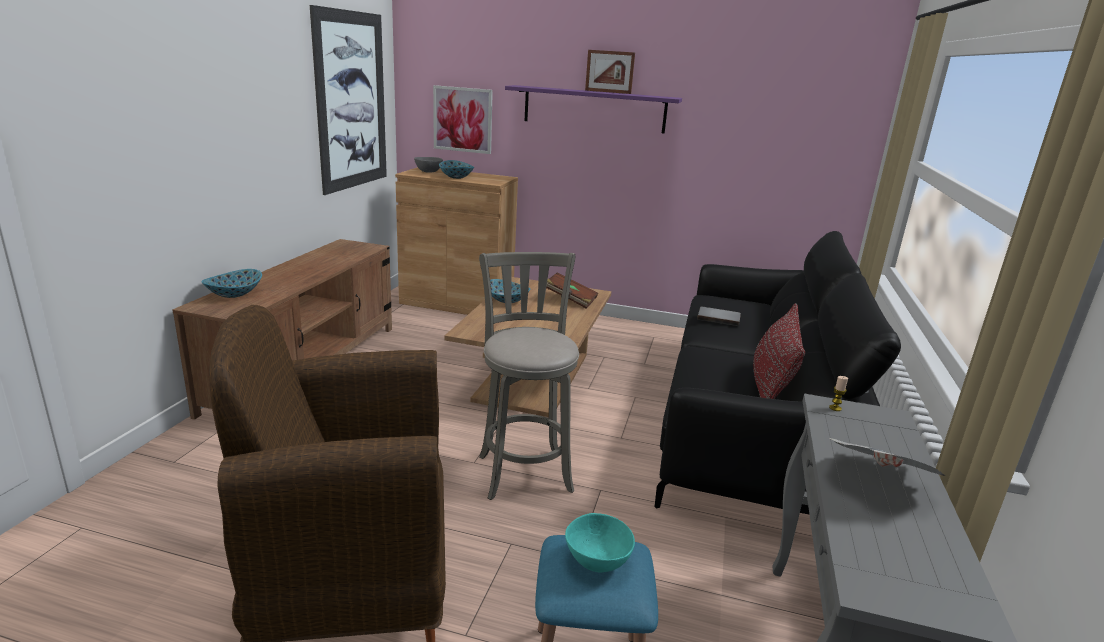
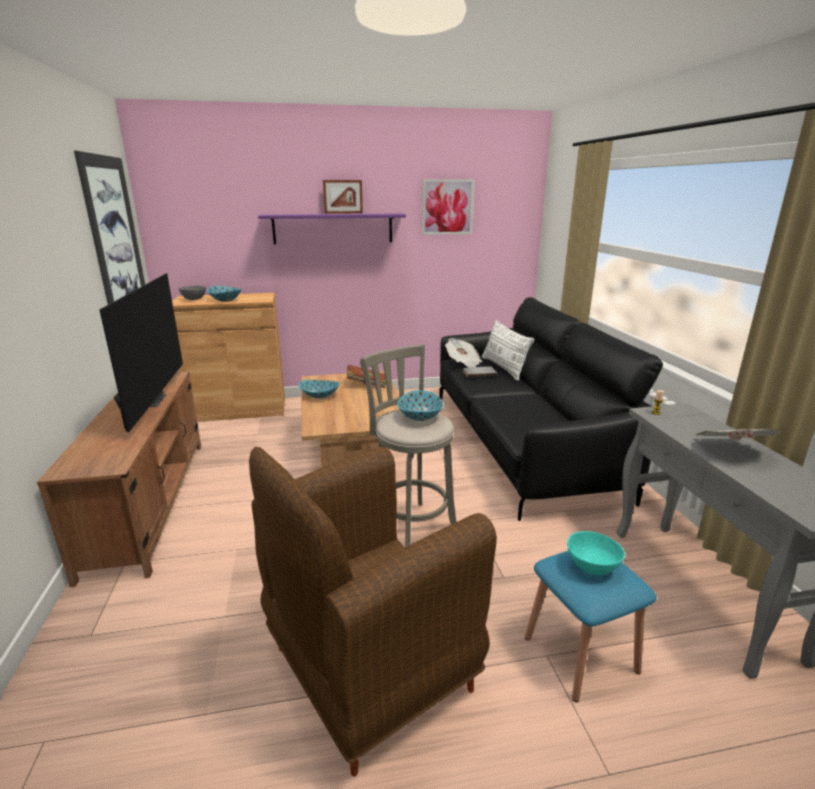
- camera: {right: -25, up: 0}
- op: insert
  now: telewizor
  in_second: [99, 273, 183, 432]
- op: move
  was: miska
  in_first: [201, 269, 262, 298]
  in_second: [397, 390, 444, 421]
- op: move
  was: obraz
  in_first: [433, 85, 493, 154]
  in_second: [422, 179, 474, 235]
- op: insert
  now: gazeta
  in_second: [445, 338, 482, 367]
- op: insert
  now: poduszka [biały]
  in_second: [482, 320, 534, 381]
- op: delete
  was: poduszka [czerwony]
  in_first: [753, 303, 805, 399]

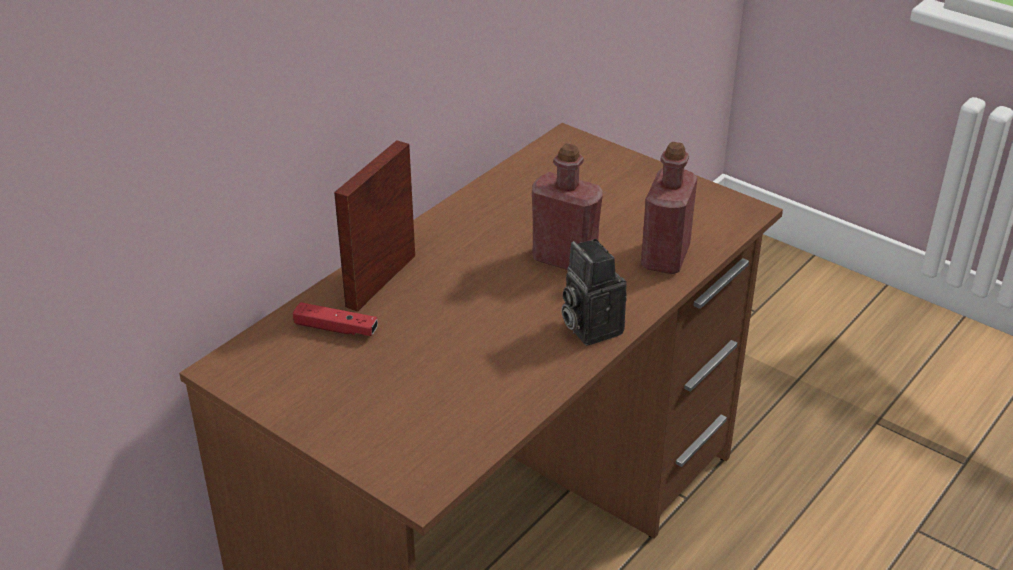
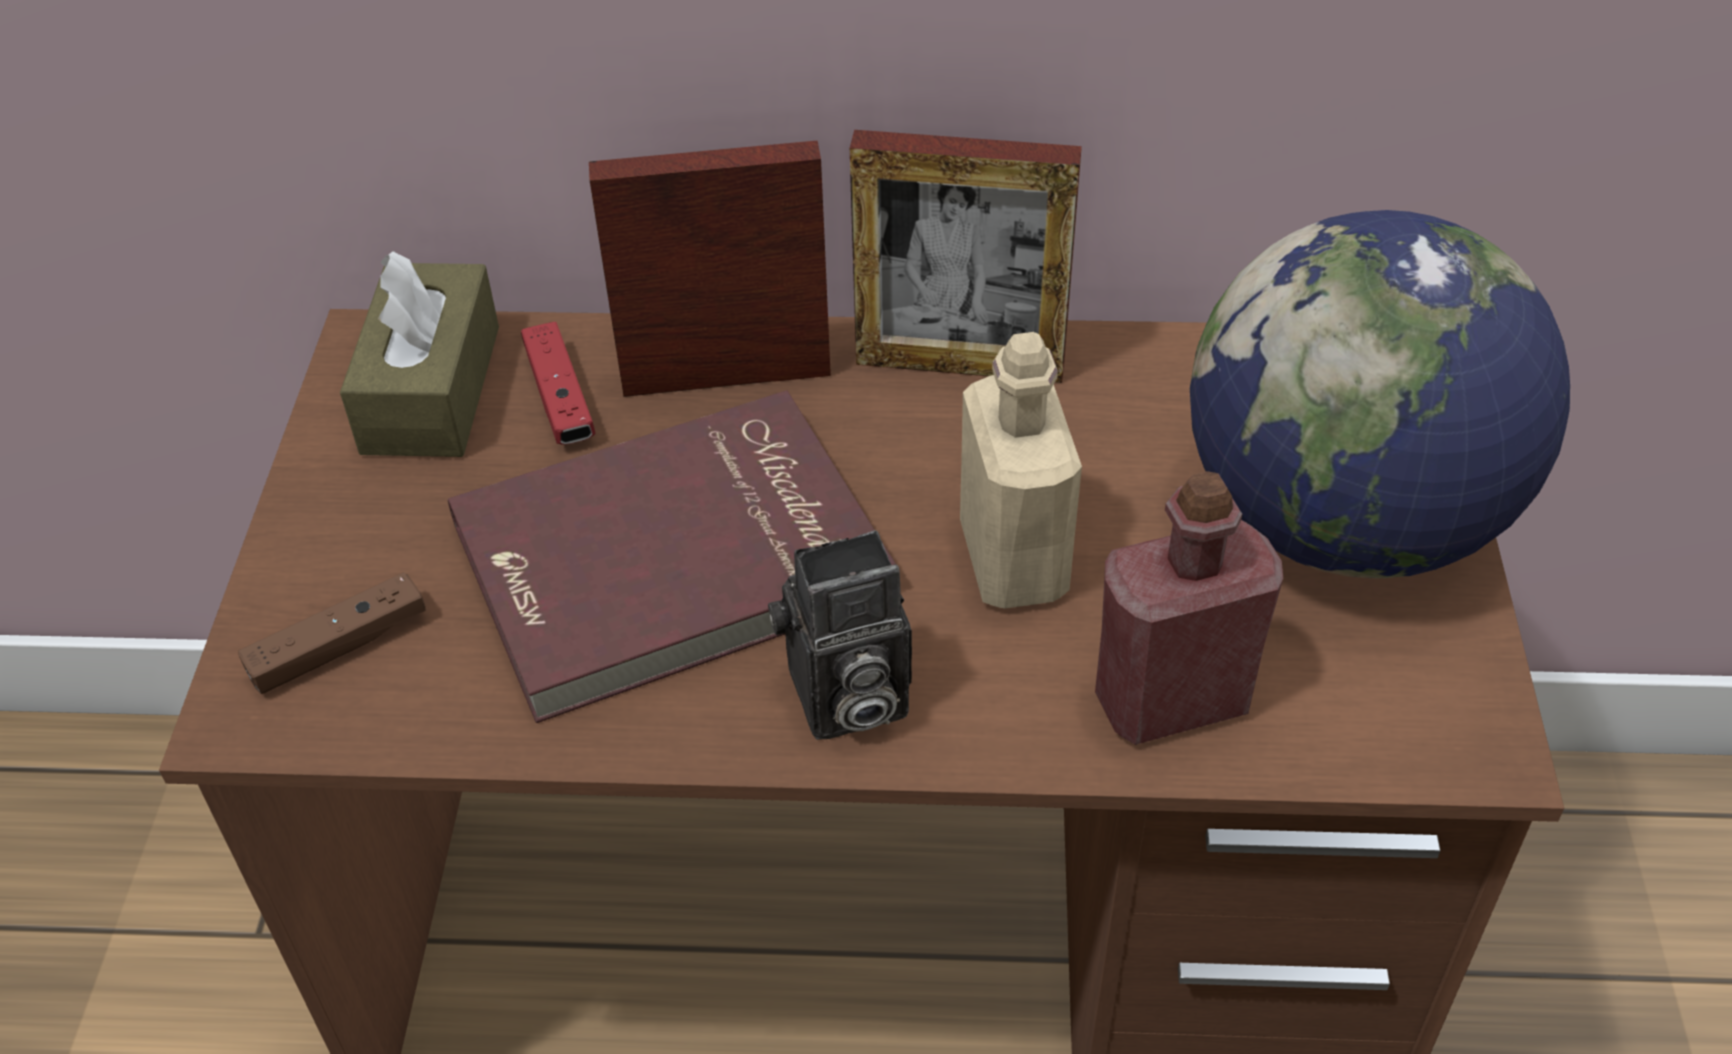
- camera: {right: 55, up: 10}
- op: insert
  now: pad do gier [brązowy]
  in_second: [238, 572, 426, 694]
- op: insert
  now: pudełko chusteczek [brązowy]
  in_second: [340, 251, 499, 457]
- op: insert
  now: książka [czerwony]
  in_second: [448, 390, 896, 723]
- op: rotate
  was: aparat fotograficzny
  in_first: [561, 239, 626, 346]
  in_second: [768, 530, 912, 740]
  clockwise: -135
- op: insert
  now: ramka na zdjęcie
  in_second: [850, 130, 1082, 383]
- op: recolor
  was: butelka [czerwony]
  now: butelka [beżowy]
  in_first: [532, 143, 603, 270]
  in_second: [960, 332, 1082, 609]
- op: insert
  now: globus
  in_second: [1190, 210, 1570, 578]

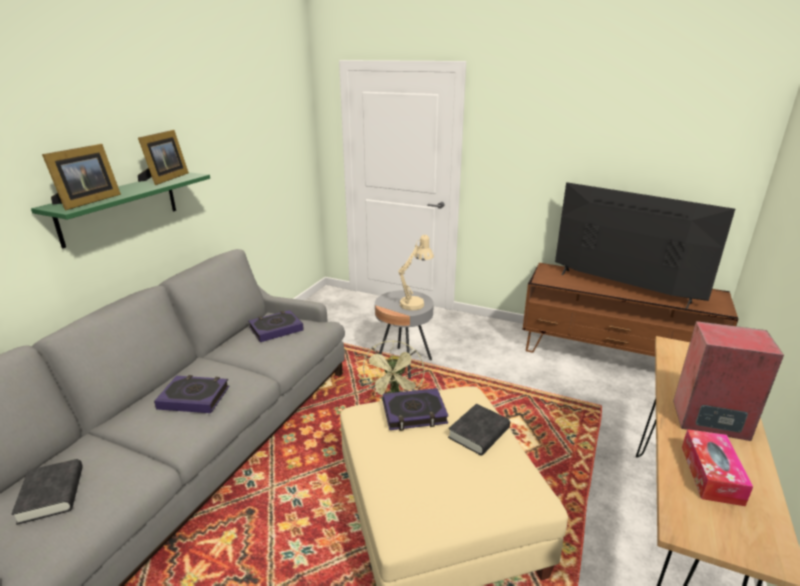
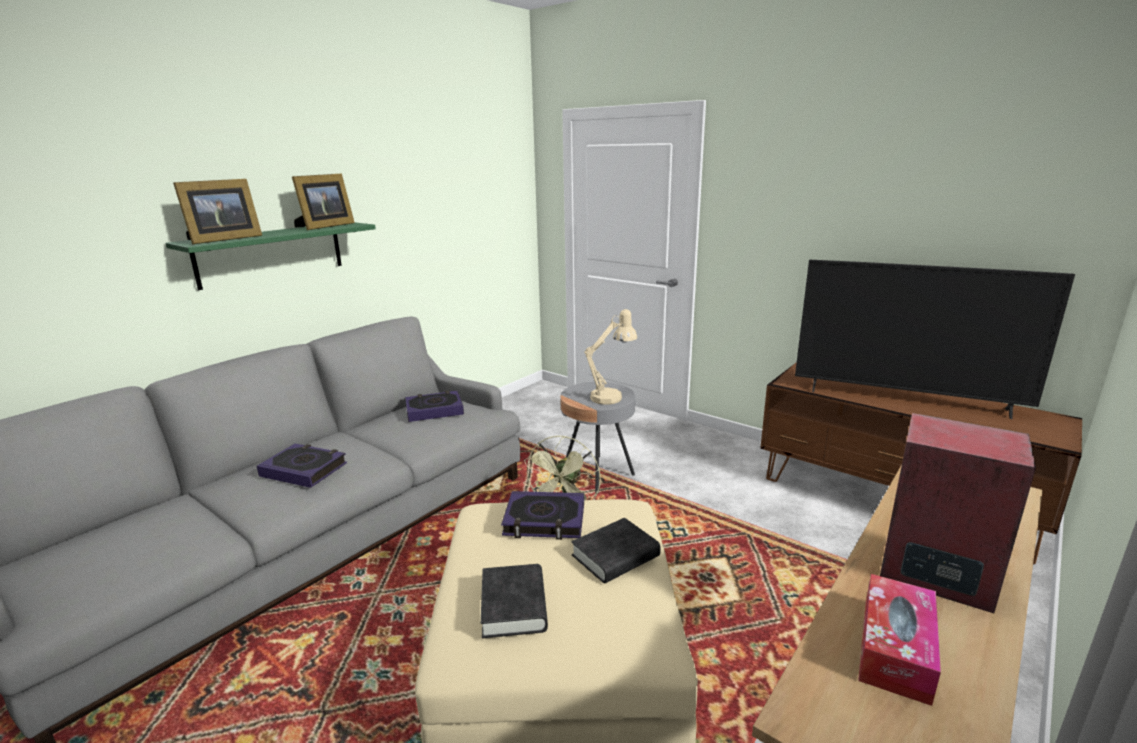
- camera: {right: 15, up: -5}
- op: move
  was: książka [czarny]
  in_first: [11, 459, 83, 525]
  in_second: [481, 564, 548, 638]
- op: rotate
  was: telewizor
  in_first: [555, 182, 735, 309]
  in_second: [795, 260, 1075, 419]
  clockwise: 150

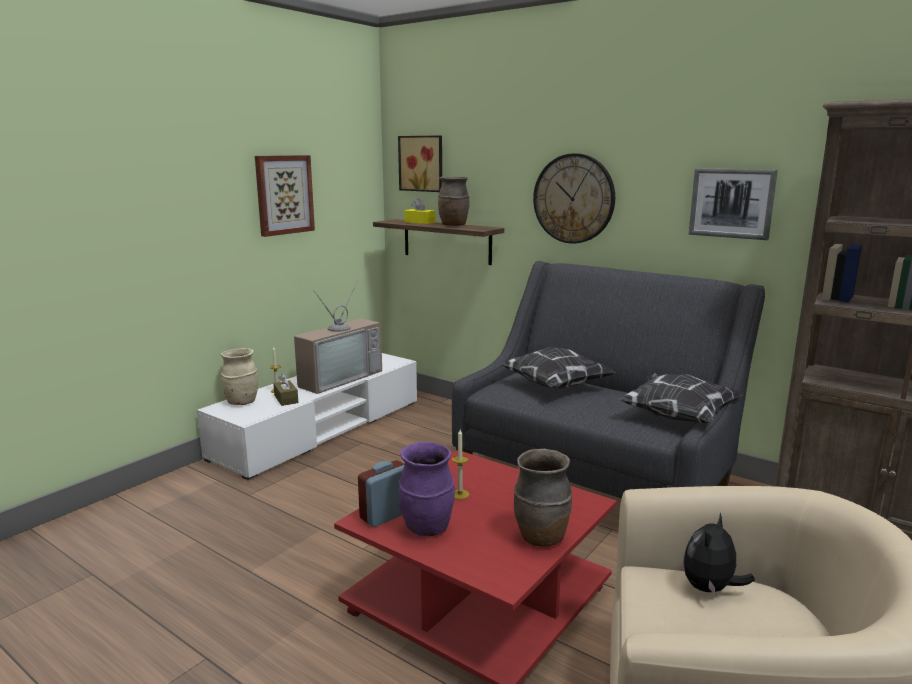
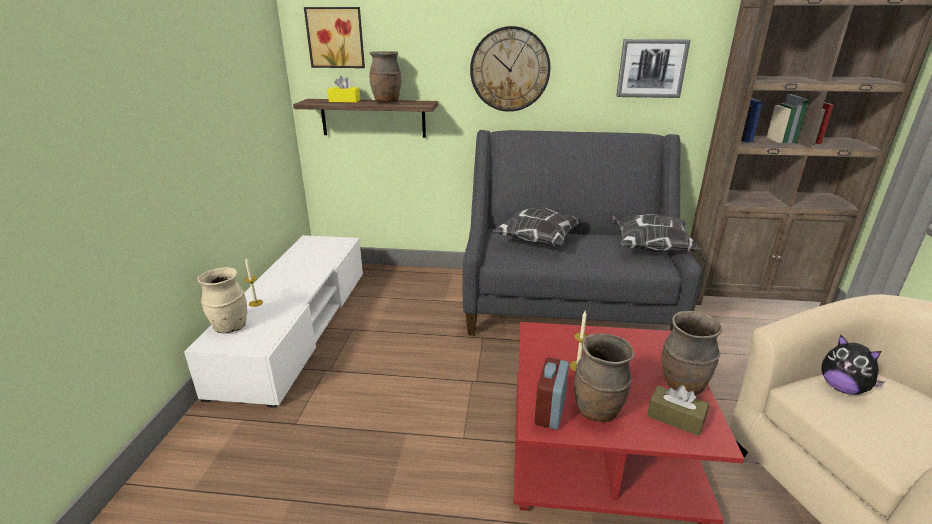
- camera: {right: -30, up: 10}
- op: recolor
  was: wazon [fioletowy]
  now: wazon [brązowy]
  in_first: [398, 442, 455, 536]
  in_second: [574, 333, 634, 422]
- op: move
  was: pudełko chusteczek [brązowy]
  in_first: [273, 374, 298, 406]
  in_second: [647, 385, 709, 436]
- op: rotate
  was: pluszak
  in_first: [683, 513, 755, 595]
  in_second: [821, 335, 885, 395]
  clockwise: -45
- op: delete
  was: obraz
  in_first: [255, 155, 315, 237]
- op: delete
  was: telewizor
  in_first: [294, 281, 382, 394]

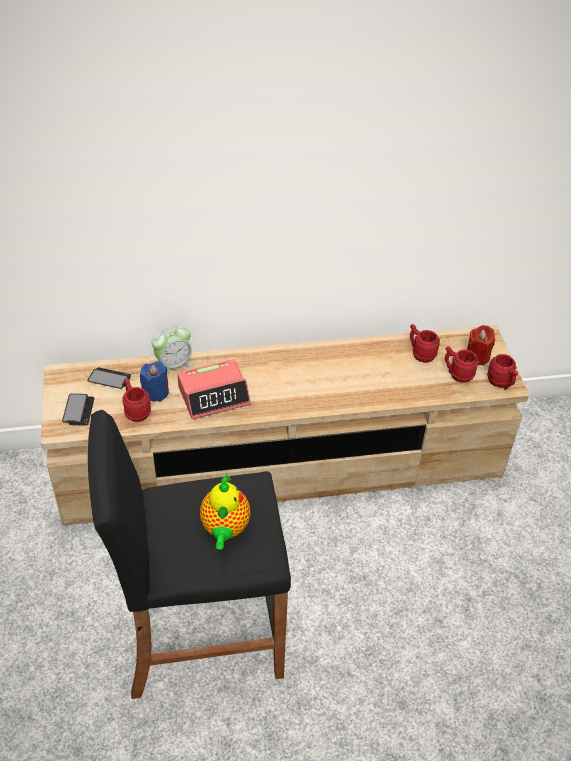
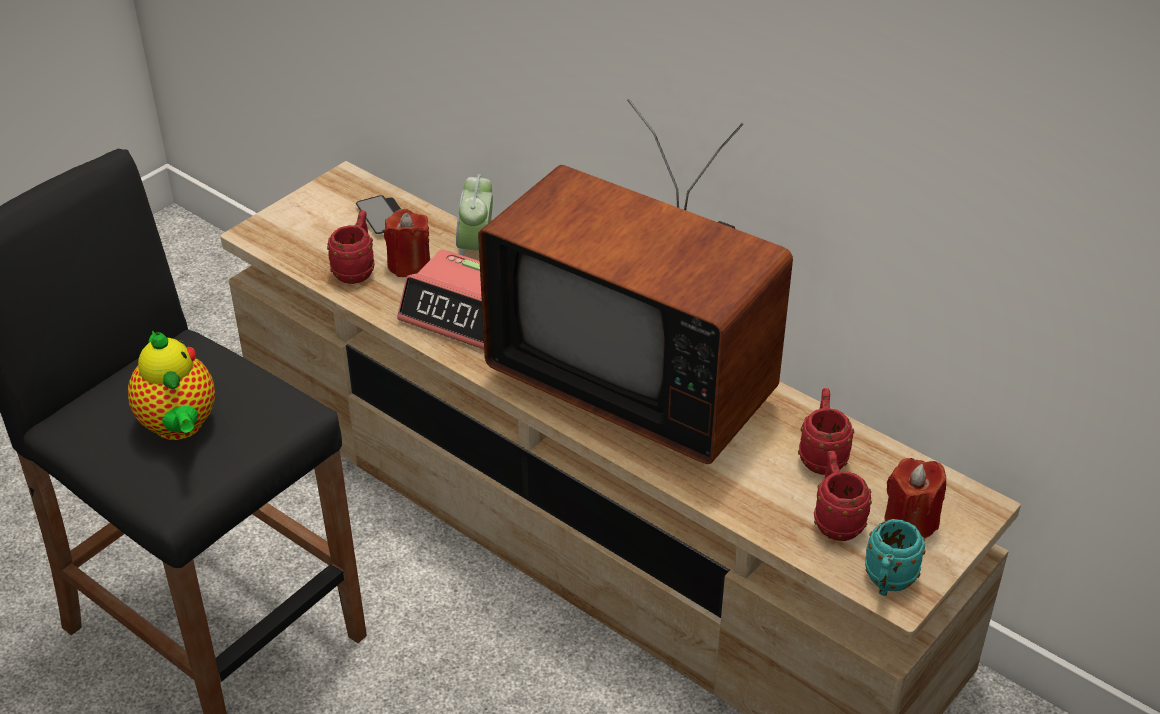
- camera: {right: 50, up: -5}
- op: rotate
  was: imbryk
  in_first: [200, 473, 251, 549]
  in_second: [128, 330, 215, 440]
  clockwise: -75
- op: recolor
  was: świeca [niebieski]
  now: świeca [czerwony]
  in_first: [140, 361, 169, 401]
  in_second: [384, 209, 430, 277]
- op: rotate
  was: budzik
  in_first: [151, 325, 193, 375]
  in_second: [456, 174, 493, 256]
  clockwise: 75
- op: insert
  now: telewizor
  in_second: [478, 99, 793, 464]
- op: recolor
  was: kubek [czerwony]
  now: kubek [turkusowy]
  in_first: [487, 354, 518, 390]
  in_second: [865, 519, 925, 596]
- op: delete
  was: telefon
  in_first: [62, 393, 94, 426]

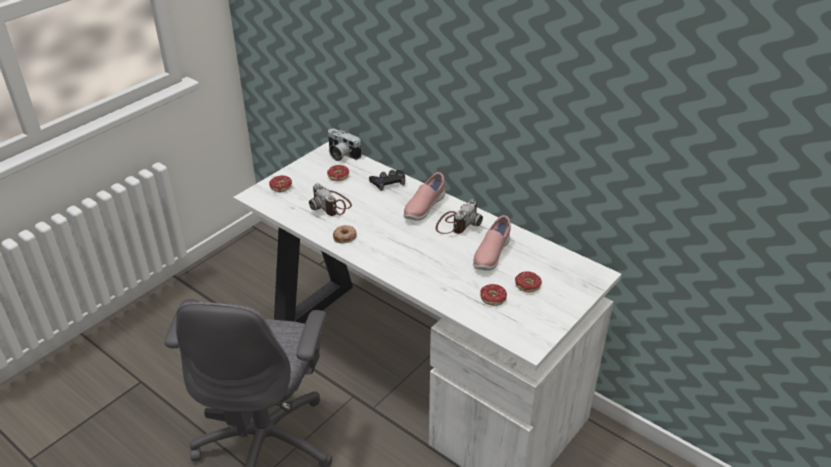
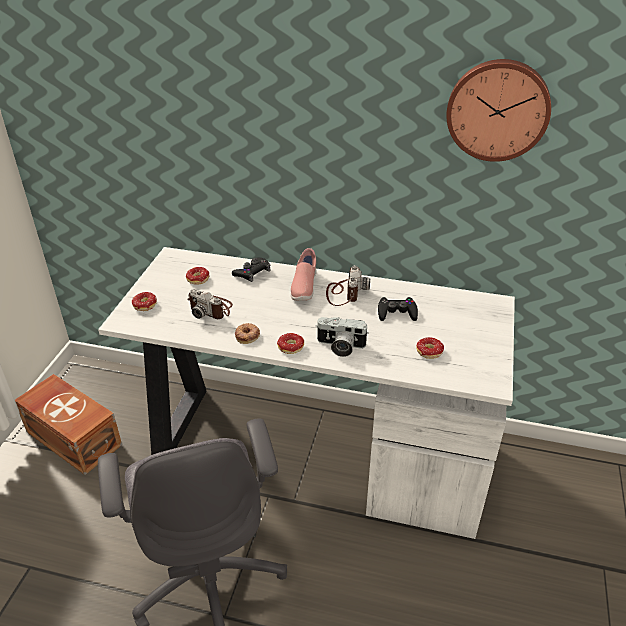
- camera: {right: -25, up: 0}
- op: insert
  now: pojemnik do przechowywania [brązowy]
  in_second: [15, 374, 122, 475]
- op: move
  was: donut
  in_first: [515, 272, 542, 292]
  in_second: [277, 333, 304, 354]
- op: move
  was: aparat fotograficzny
  in_first: [328, 129, 361, 161]
  in_second: [316, 317, 369, 357]
- op: replace
  was: but [różowy]
  now: pad do gier [czarny]
  in_first: [473, 215, 511, 271]
  in_second: [378, 297, 418, 321]
- op: insert
  now: zegar ścienny
  in_second: [446, 59, 551, 162]

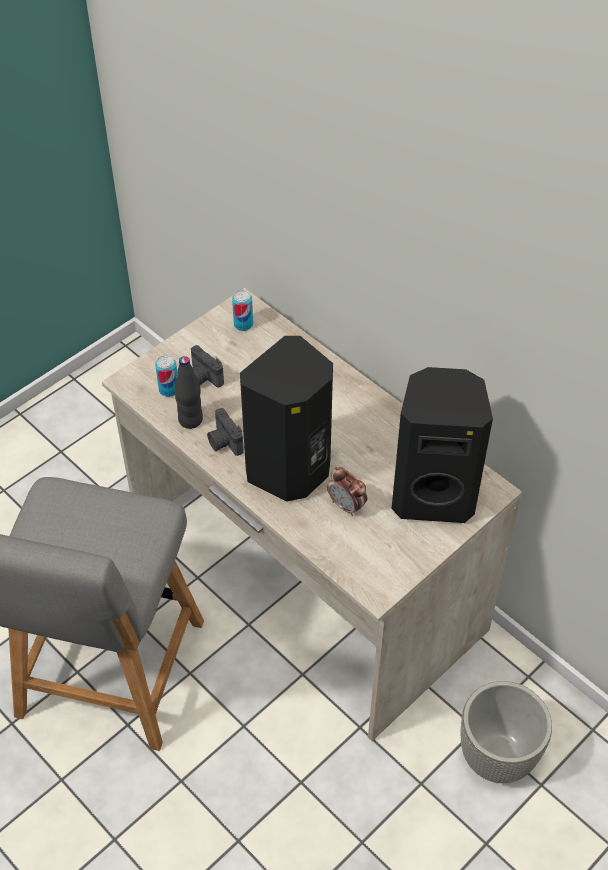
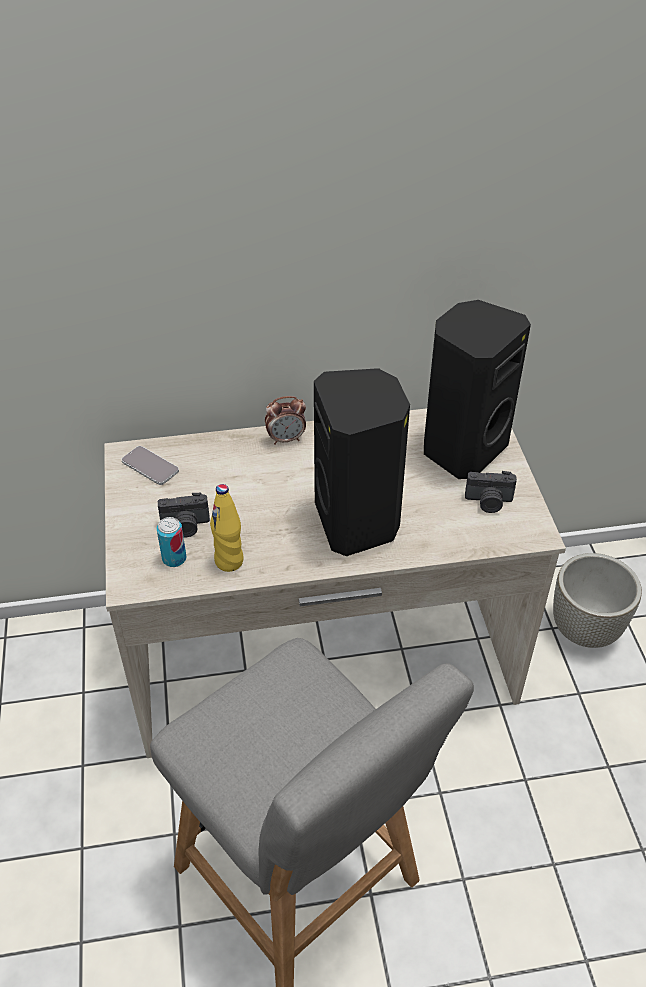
- camera: {right: -55, up: -5}
- op: replace
  was: puszka
  now: telefon
  in_first: [232, 290, 253, 331]
  in_second: [122, 446, 179, 485]
- op: recolor
  was: butelka [czarny]
  now: butelka [żółty]
  in_first: [174, 356, 203, 429]
  in_second: [210, 484, 243, 572]
- op: move
  was: budzik
  in_first: [327, 467, 368, 516]
  in_second: [265, 396, 306, 445]
- op: move
  was: aparat fotograficzny
  in_first: [207, 408, 244, 456]
  in_second: [465, 471, 517, 513]

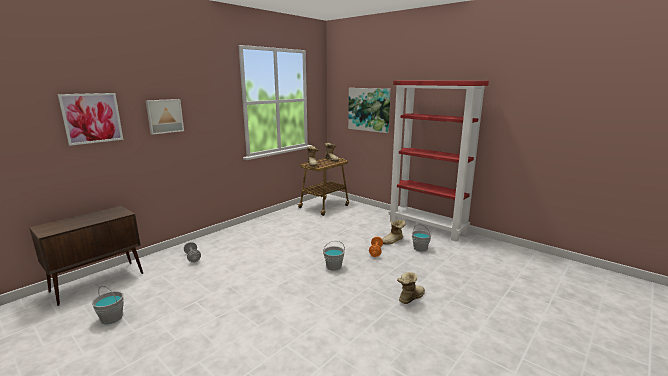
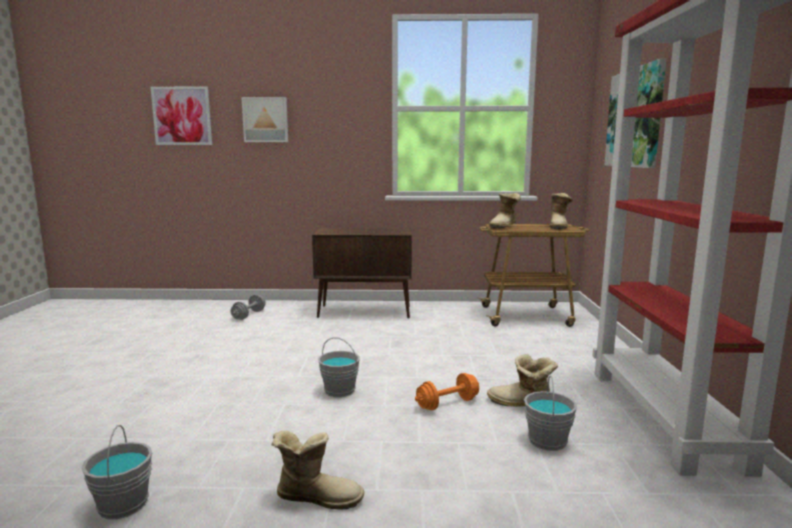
- camera: {right: 50, up: -5}
- op: move
  was: wiadro [szary]
  in_first: [91, 286, 124, 324]
  in_second: [81, 425, 152, 519]
- op: move
  was: szafka [brązowy]
  in_first: [29, 206, 143, 306]
  in_second: [312, 228, 412, 319]

